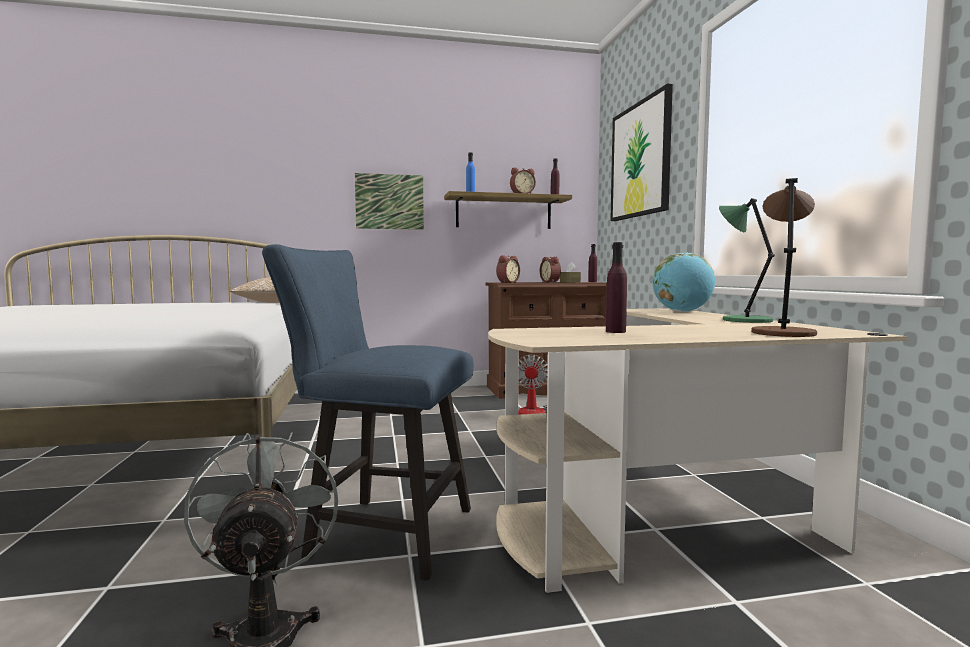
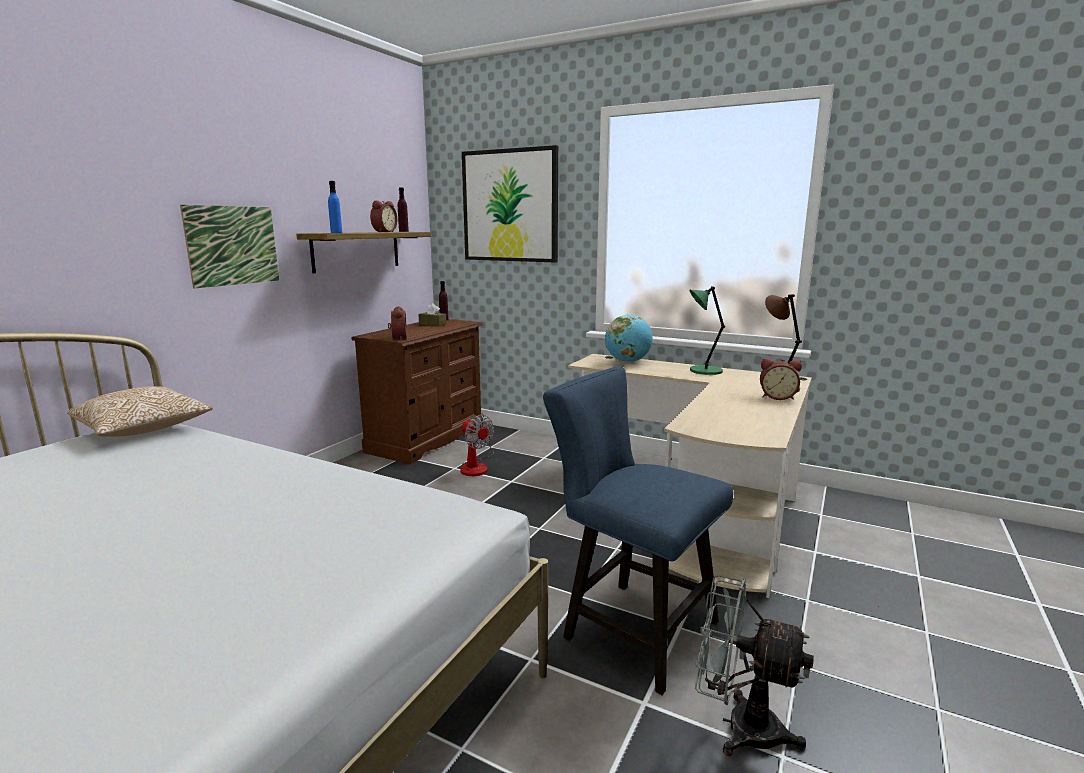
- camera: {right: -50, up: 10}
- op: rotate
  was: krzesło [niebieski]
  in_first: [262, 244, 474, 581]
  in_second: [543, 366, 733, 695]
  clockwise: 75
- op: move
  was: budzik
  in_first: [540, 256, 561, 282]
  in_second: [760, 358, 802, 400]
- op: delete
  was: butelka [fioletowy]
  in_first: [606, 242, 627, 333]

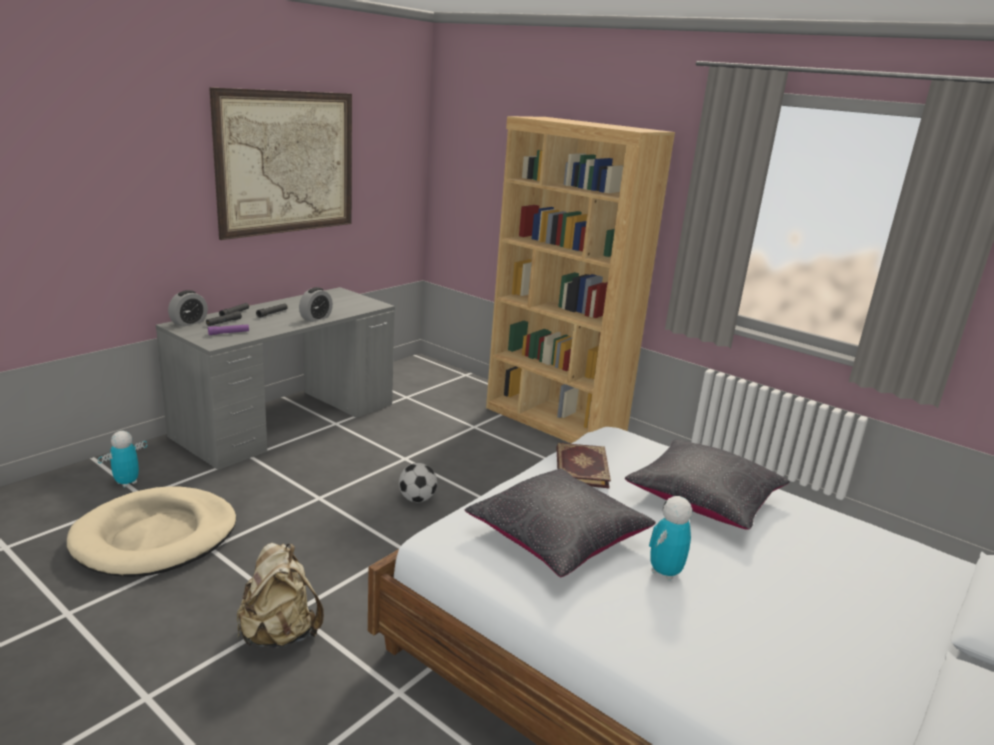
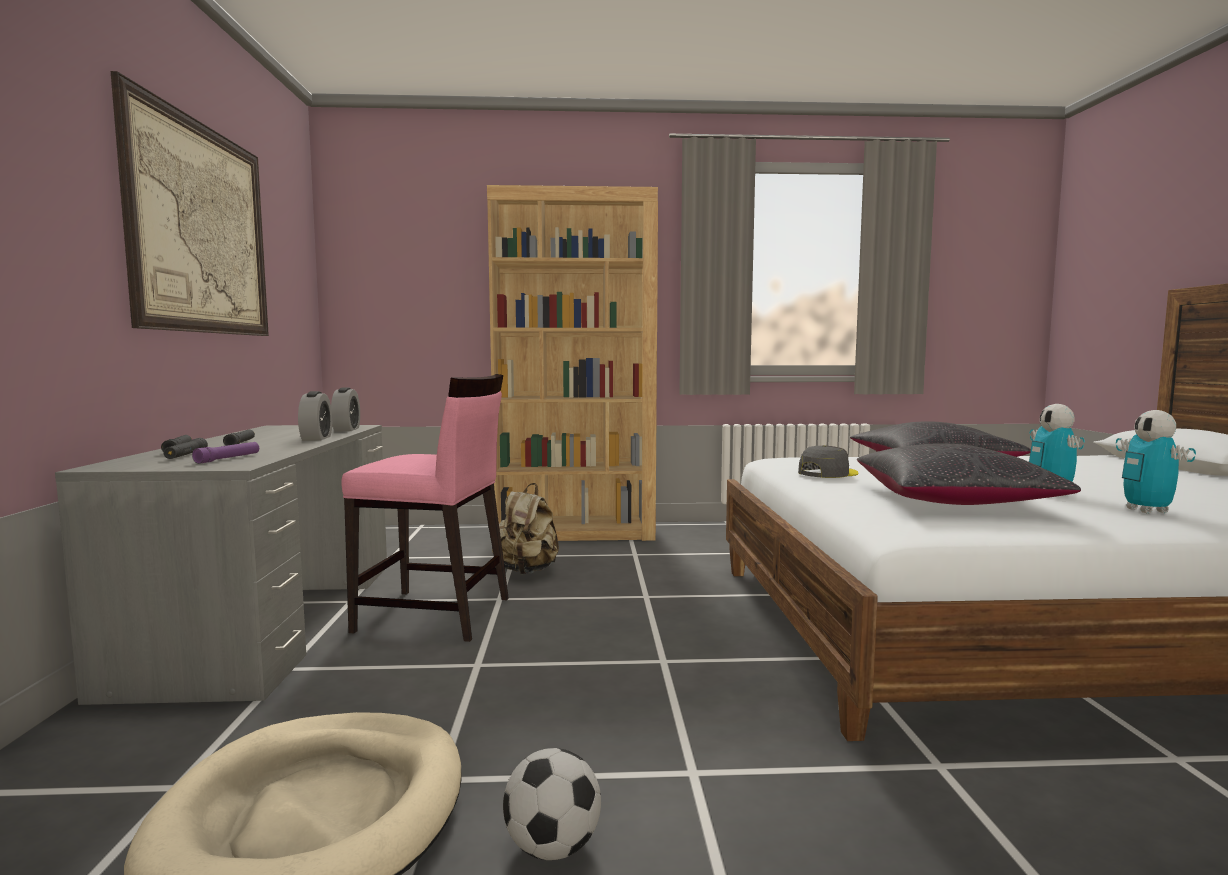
- camera: {right: -40, up: -15}
- op: move
  was: budzik
  in_first: [168, 290, 208, 327]
  in_second: [331, 387, 360, 431]
- op: insert
  now: krzesło [różowy]
  in_second: [341, 374, 509, 642]
- op: move
  was: plecak [beżowy]
  in_first: [237, 543, 324, 648]
  in_second: [492, 483, 559, 574]
- op: move
  was: piłka futbolowa
  in_first: [399, 463, 437, 502]
  in_second: [503, 748, 601, 860]
- op: replace
  was: książka
  now: czapka z daszkiem [szary]
  in_first: [556, 443, 611, 489]
  in_second: [798, 445, 859, 478]
- op: move
  was: robot zabawkowy
  in_first: [98, 431, 147, 488]
  in_second: [1116, 410, 1196, 514]

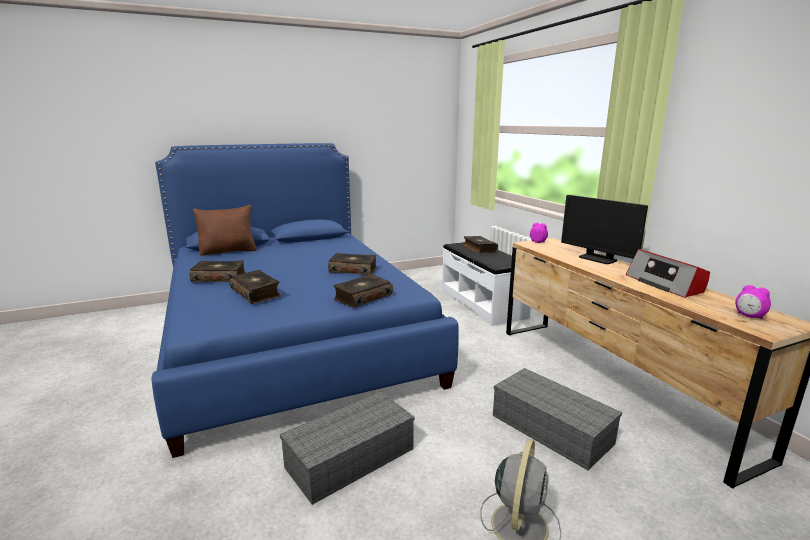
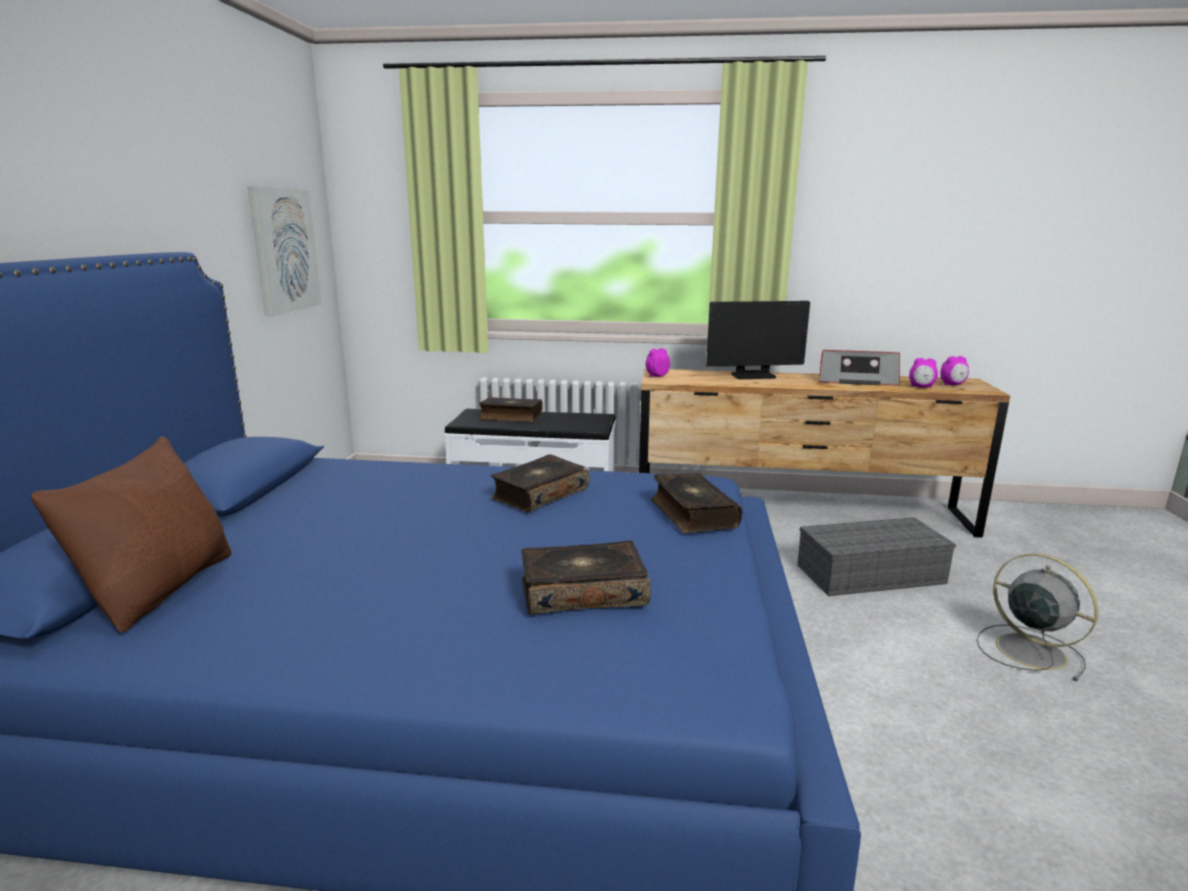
- camera: {right: -60, up: 0}
- op: insert
  now: obraz
  in_second: [248, 186, 322, 316]
- op: insert
  now: budzik
  in_second: [909, 358, 938, 388]
- op: delete
  was: książka
  in_first: [189, 260, 246, 282]
- op: delete
  was: pojemnik do przechowywania [szary]
  in_first: [280, 391, 415, 505]

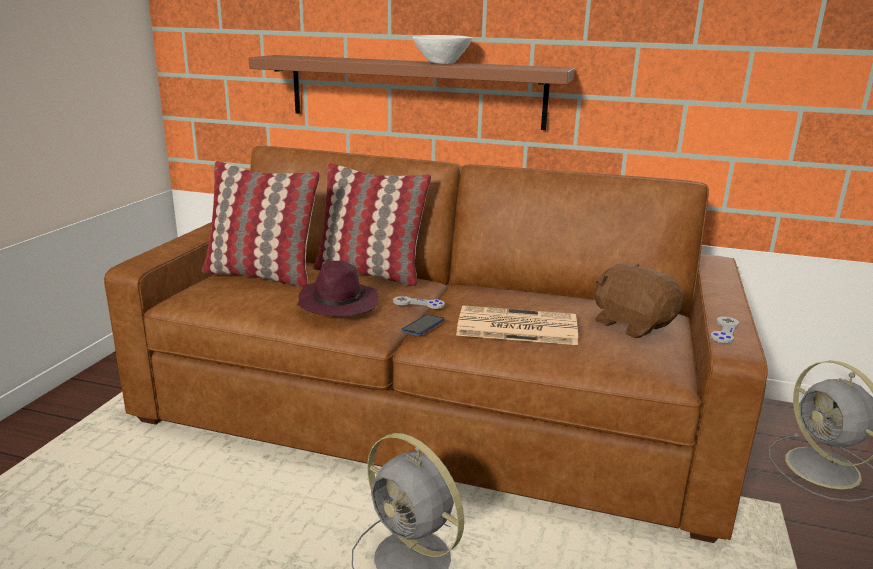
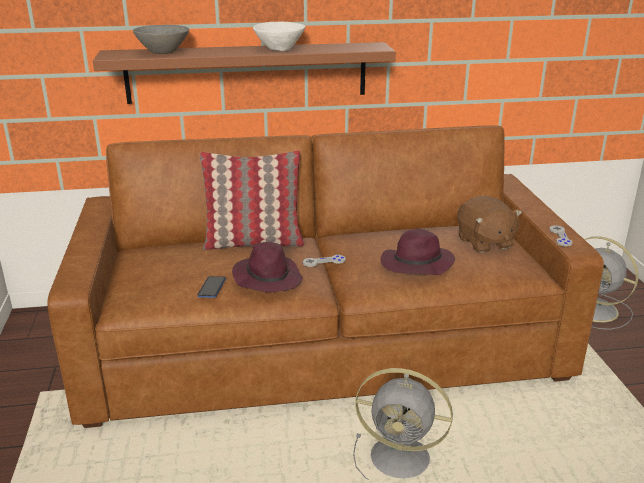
- camera: {right: -25, up: 5}
- op: insert
  now: miska [szary]
  in_second: [133, 25, 189, 54]
- op: move
  was: telefon
  in_first: [401, 314, 444, 336]
  in_second: [197, 276, 226, 298]
- op: replace
  was: gazeta
  now: kapelusz [fioletowy]
  in_first: [456, 305, 578, 345]
  in_second: [380, 229, 455, 275]
- op: rotate
  was: pluszak [brązowy]
  in_first: [594, 263, 683, 338]
  in_second: [457, 196, 522, 252]
  clockwise: -135
- op: delete
  was: poduszka
  in_first: [202, 161, 320, 288]

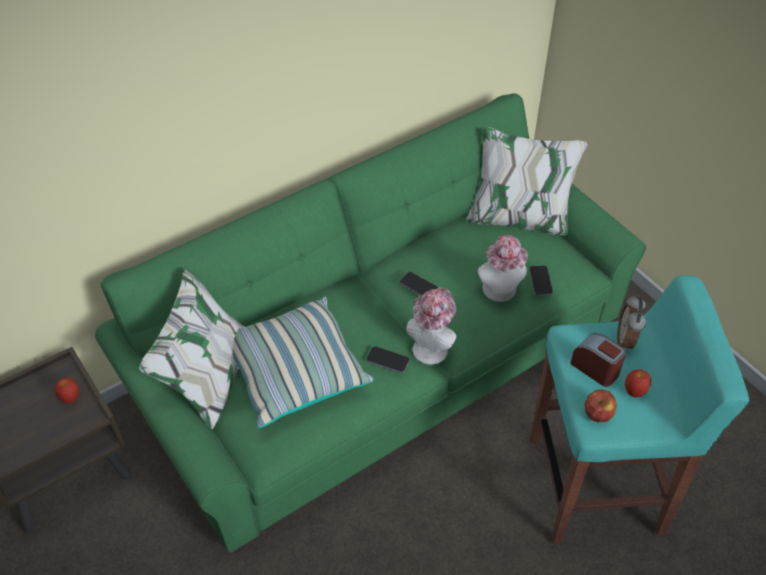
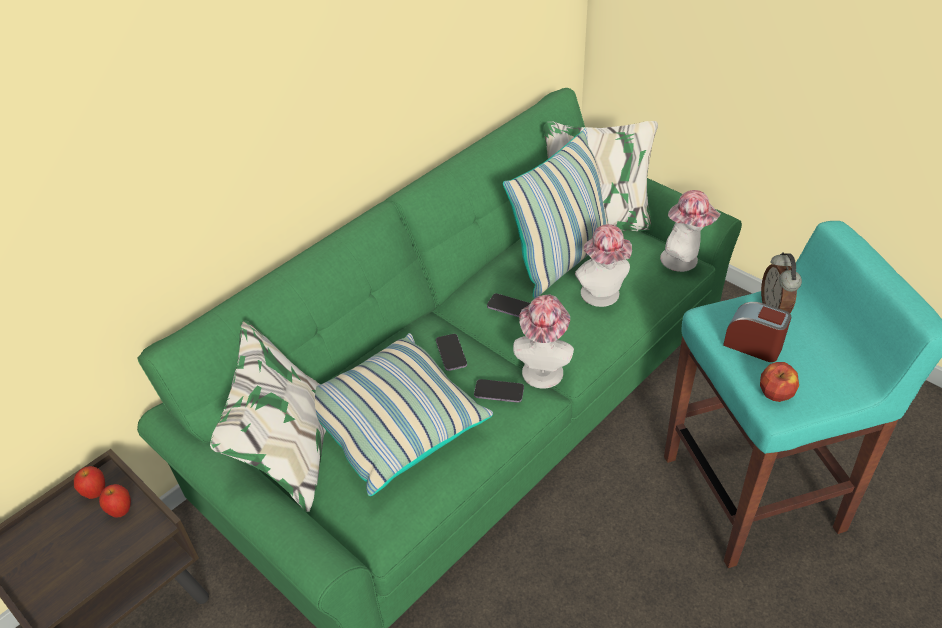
- camera: {right: -10, up: -5}
- op: move
  was: jabłko
  in_first: [625, 369, 651, 398]
  in_second: [74, 466, 105, 499]
- op: move
  was: telefon
  in_first: [529, 266, 553, 296]
  in_second: [436, 334, 467, 371]
- op: insert
  now: poduszka
  in_second: [503, 128, 608, 298]
- op: insert
  now: kapelusz
  in_second: [660, 190, 721, 272]

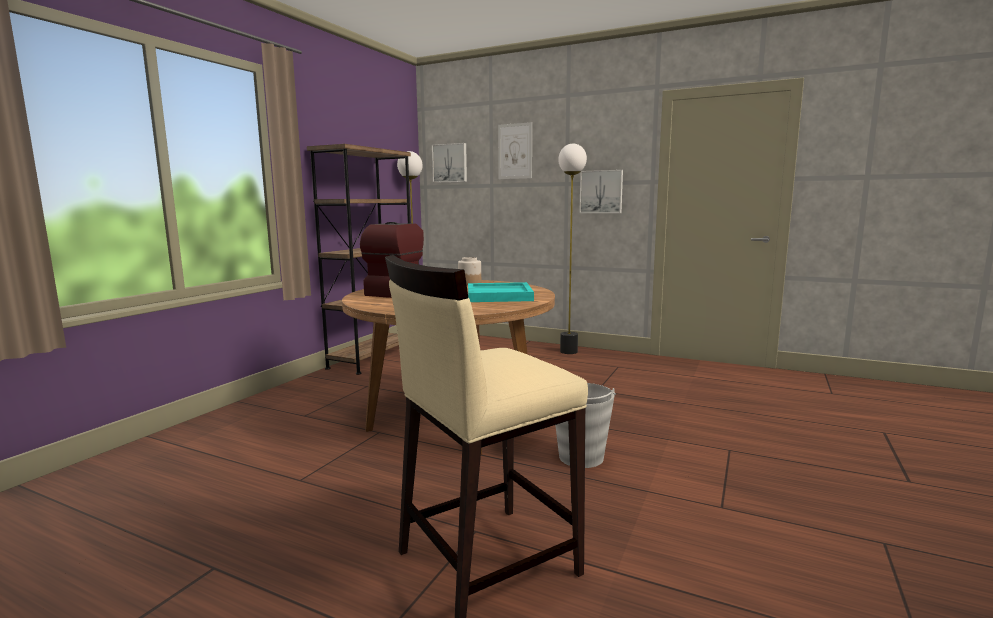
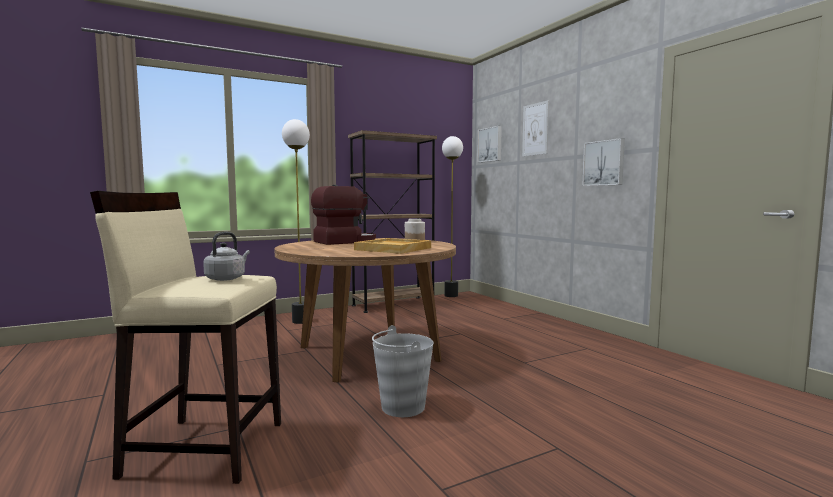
- camera: {right: 35, up: -5}
- op: insert
  now: czajnik [szary]
  in_second: [203, 232, 250, 281]
- op: move
  was: lampa stojąca
  in_first: [558, 144, 587, 354]
  in_second: [282, 119, 310, 324]
- op: recolor
  was: taca [turkusowy]
  now: taca [beżowy]
  in_first: [468, 282, 534, 302]
  in_second: [354, 238, 431, 254]

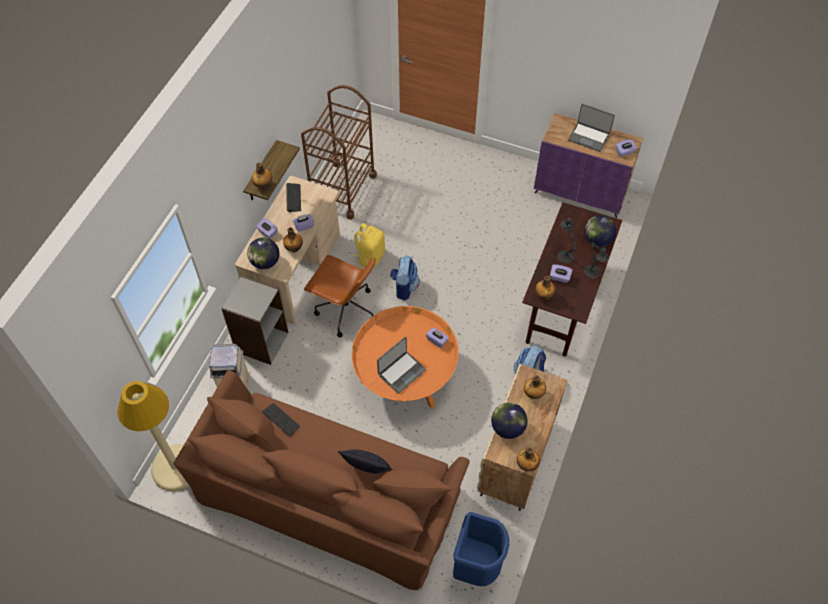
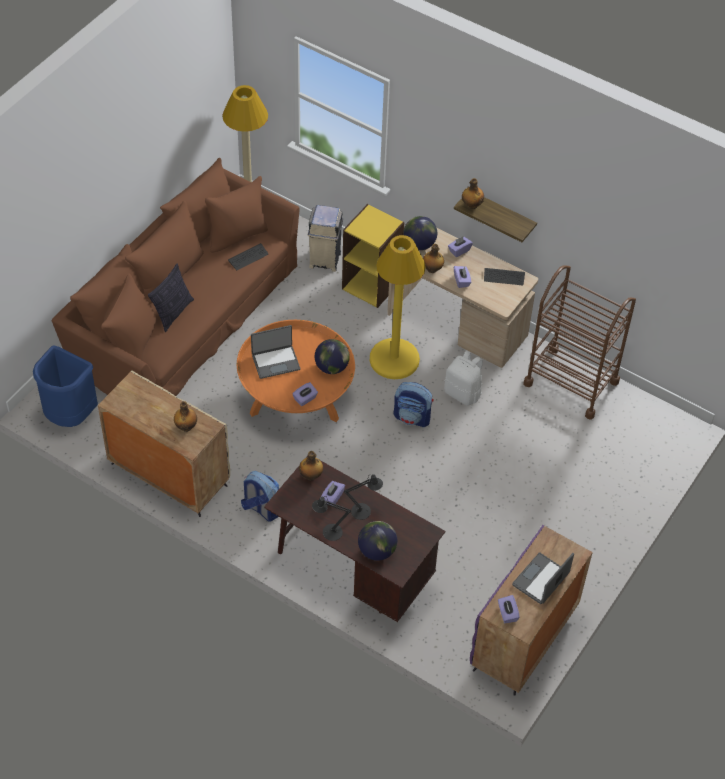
- camera: {right: 100, up: -5}
- op: rotate
  was: laptop
  in_first: [377, 337, 426, 394]
  in_second: [251, 325, 300, 379]
  clockwise: -75
- op: move
  was: globus
  in_first: [491, 402, 528, 439]
  in_second: [315, 339, 350, 374]
- op: recolor
  was: regał [szary]
  now: regał [żółty]
  in_first: [221, 276, 289, 365]
  in_second: [342, 204, 405, 308]
- op: replace
  was: krzesło biurowe [brązowy]
  now: lampa stojąca [żółty]
  in_first: [304, 255, 376, 337]
  in_second: [370, 235, 426, 379]
- op: recolor
  was: plecak [żółty]
  now: plecak [biały]
  in_first: [352, 223, 385, 268]
  in_second: [444, 350, 483, 406]
- op: delete
  was: butelka
  in_first: [517, 448, 540, 471]

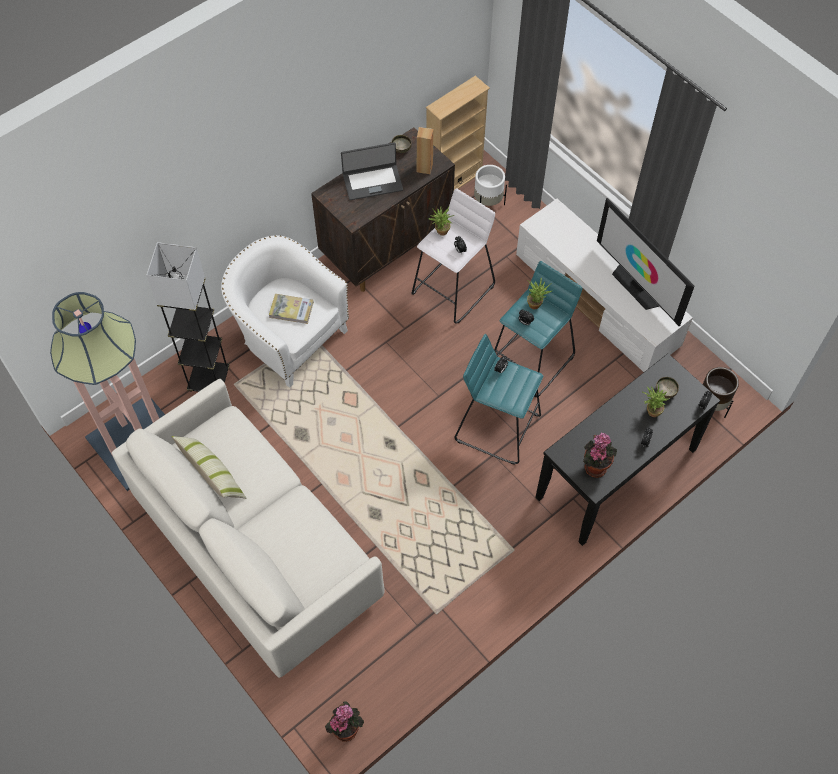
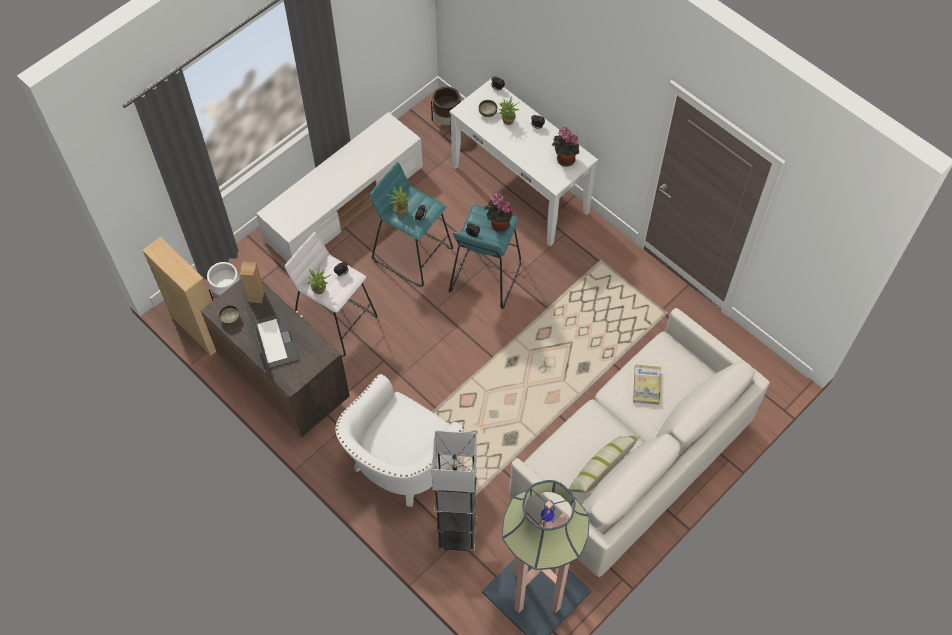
- camera: {right: -95, up: 0}
- op: recolor
  was: stolik konsolowy [czarny]
  now: stolik konsolowy [biały]
  in_first: [535, 354, 720, 546]
  in_second: [449, 79, 598, 246]
- op: move
  was: roślina doniczkowa
  in_first: [325, 702, 364, 742]
  in_second: [484, 193, 513, 232]
- op: move
  was: książka
  in_first: [269, 294, 314, 324]
  in_second: [633, 365, 661, 405]
- op: delete
  was: telewizor
  in_first: [597, 198, 695, 326]

